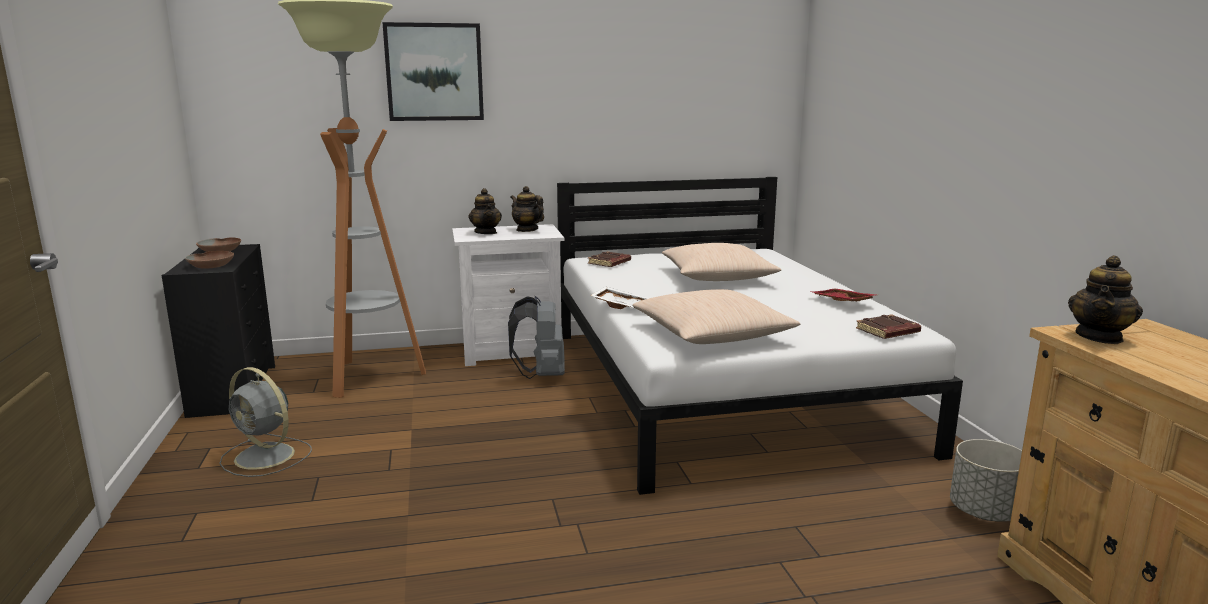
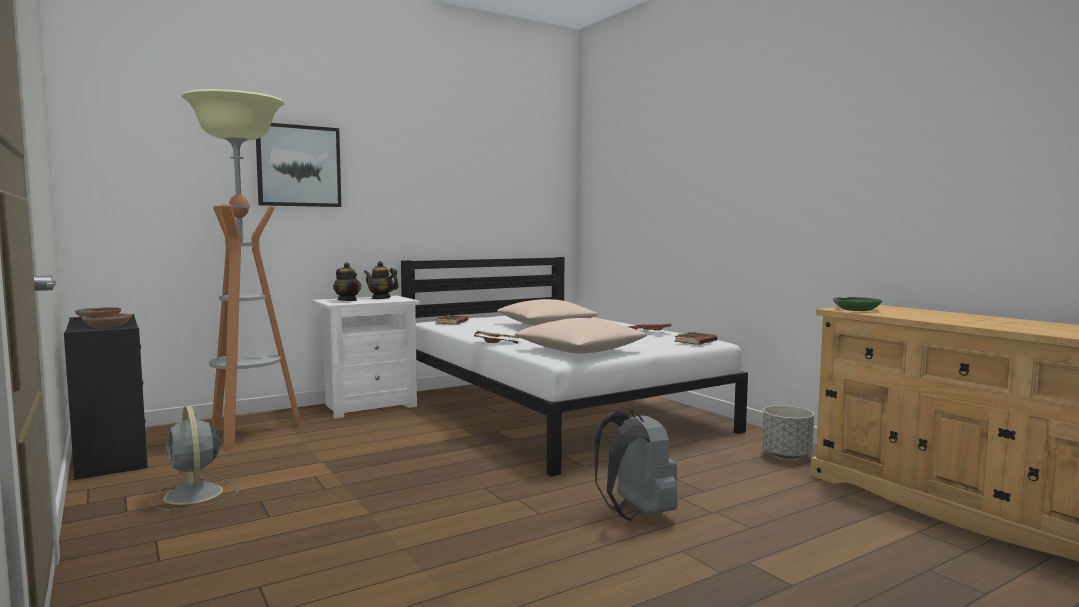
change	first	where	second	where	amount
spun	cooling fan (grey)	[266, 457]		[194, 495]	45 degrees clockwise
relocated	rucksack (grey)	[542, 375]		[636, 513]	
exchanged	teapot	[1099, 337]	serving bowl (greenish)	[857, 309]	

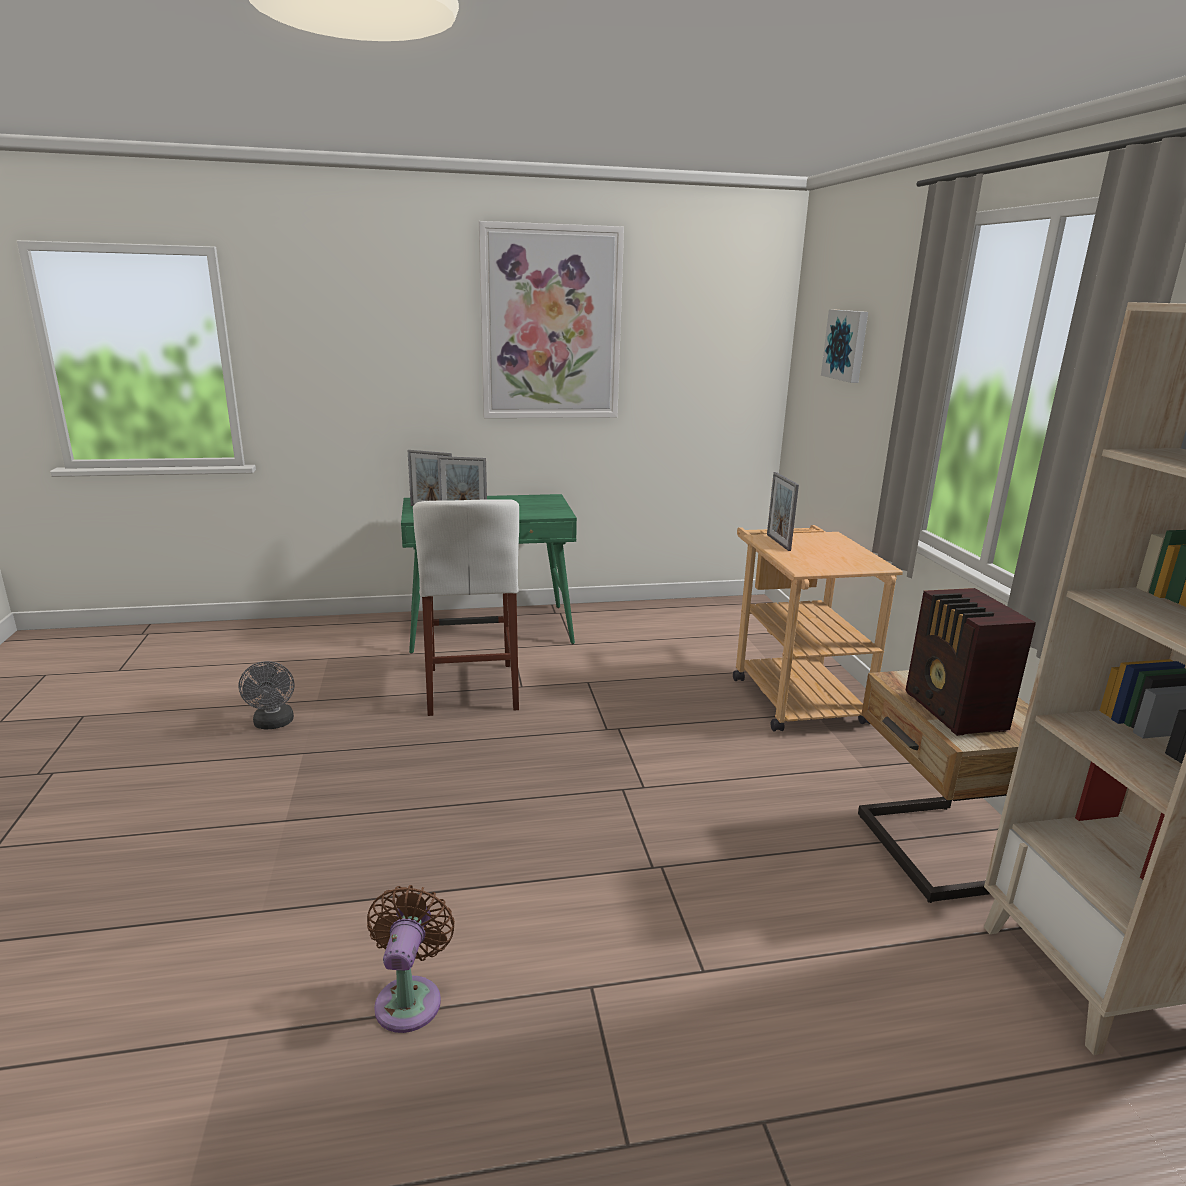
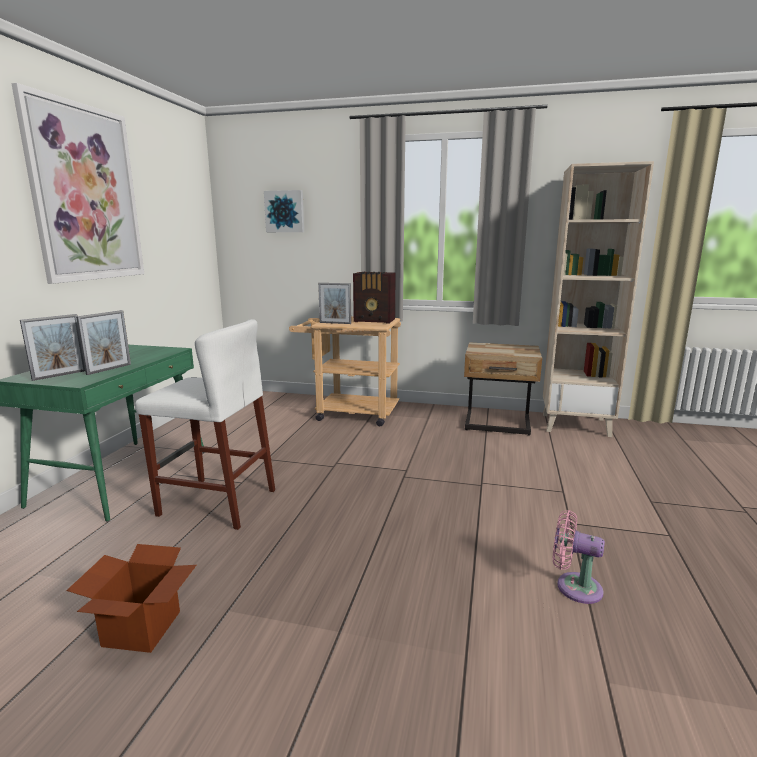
change	first	where	second	where	amount
exchanged	cooling fan (grey)	[273, 724]	carton	[142, 628]	
relocated	radio	[954, 712]		[375, 321]	
colour	cooling fan (brown)	[410, 998]	cooling fan (pinkish)	[574, 586]	

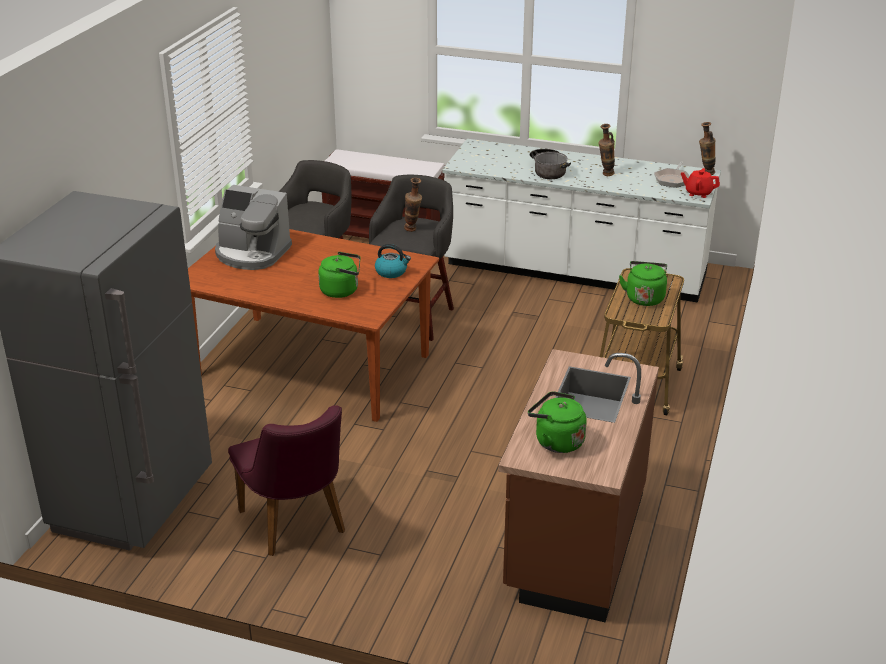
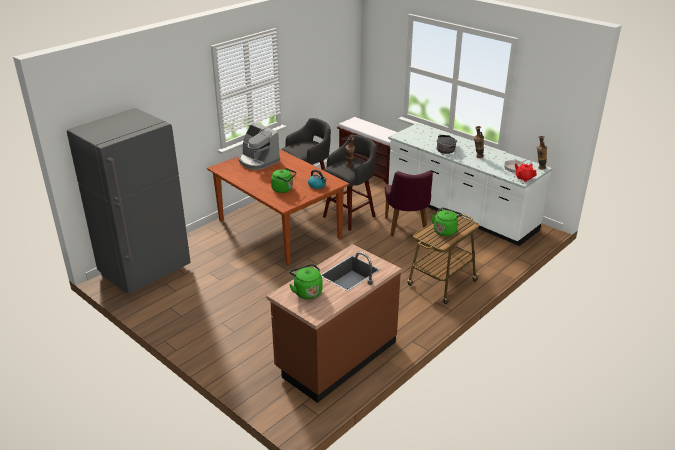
change	first	where	second	where	amount
relocated	plain chair (purple-coloured)	[297, 526]		[407, 228]	

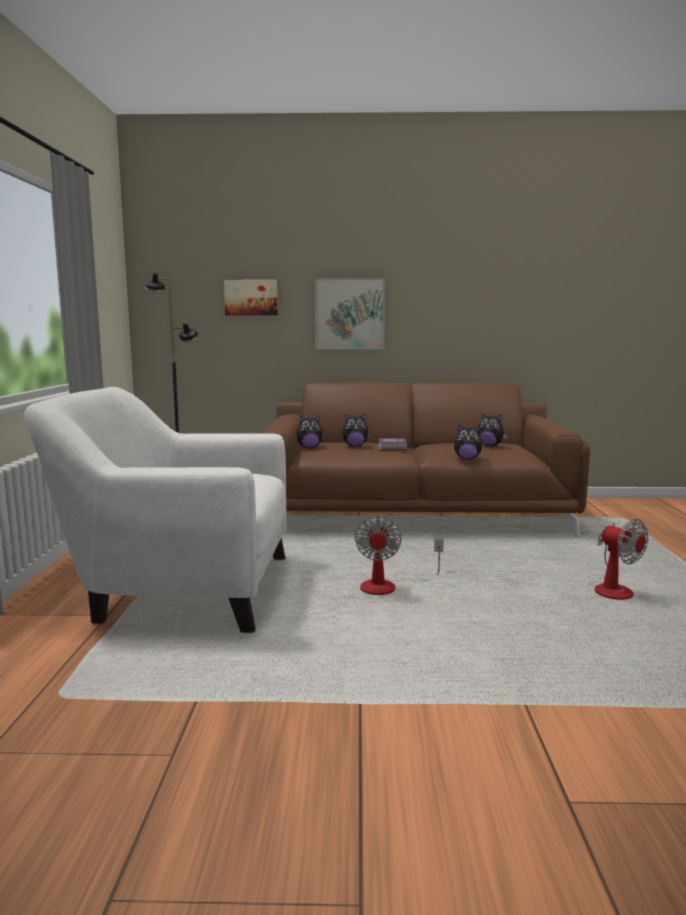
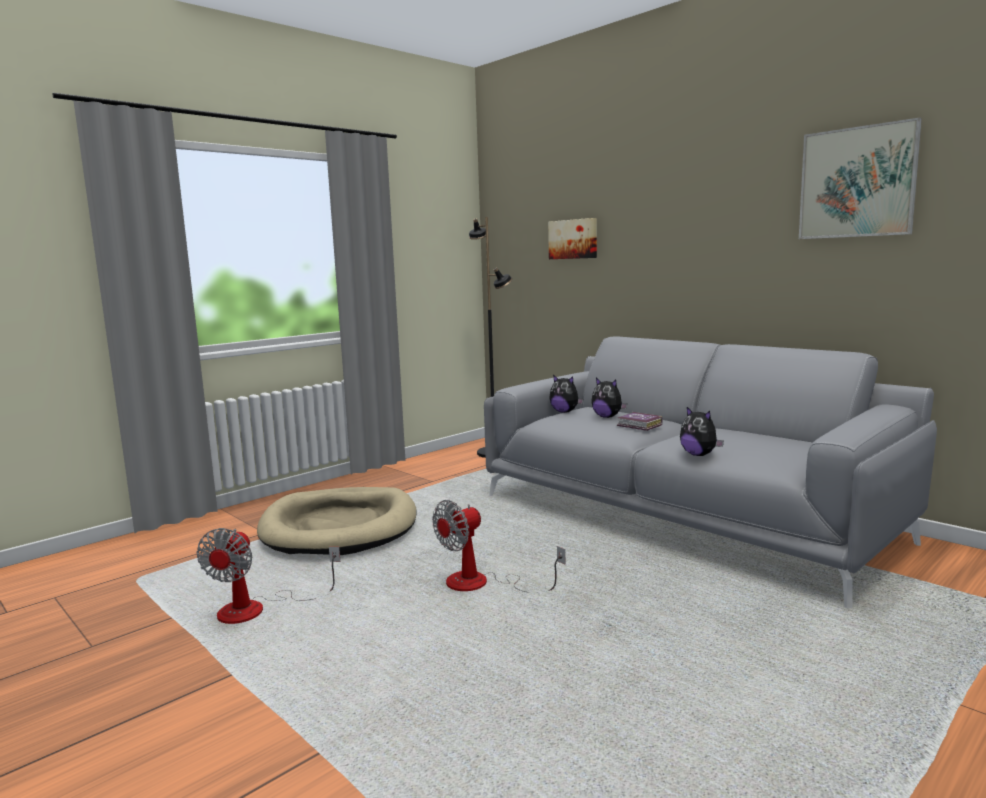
change	first	where	second	where	amount
relocated	cooling fan	[611, 588]		[258, 609]	
exchanged	lounge chair (whitish)	[178, 588]	dog cushion (sand-coloured)	[340, 527]	
colour	couch (brown)	[412, 515]	couch (grey)	[683, 516]	
relocated	picture	[349, 314]		[857, 182]	
missing	cuddly toy	[490, 445]			

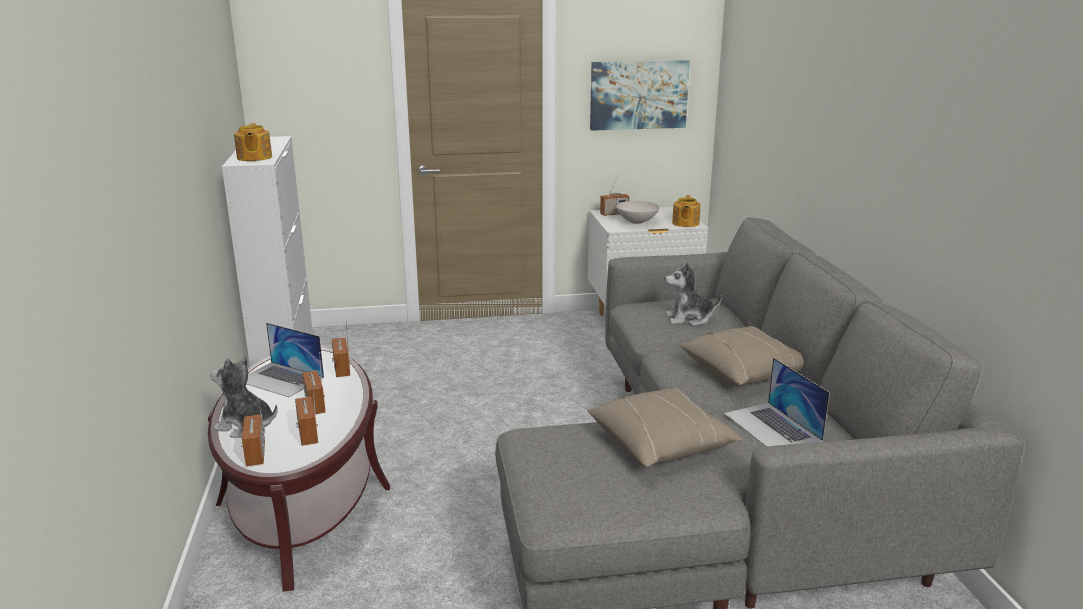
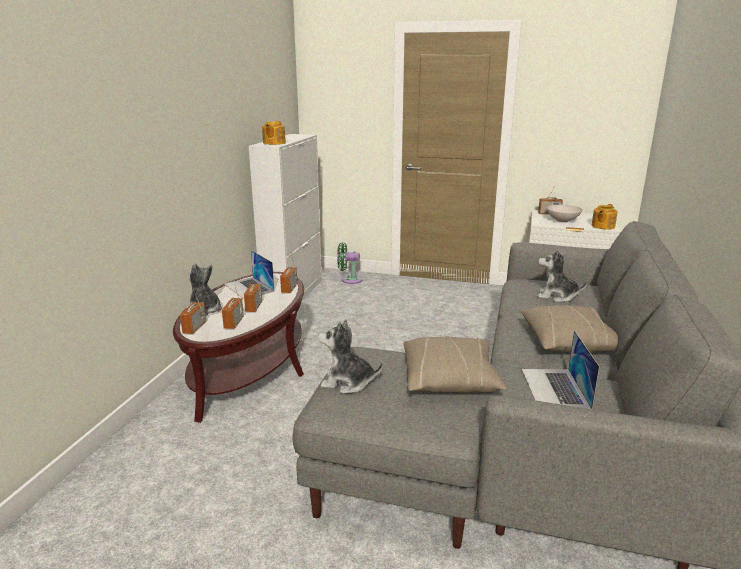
change	first	where	second	where	amount
appeared			cuddly toy	[347, 383]	
appeared			cooling fan (greenish)	[349, 280]	
missing	picture	[638, 95]			

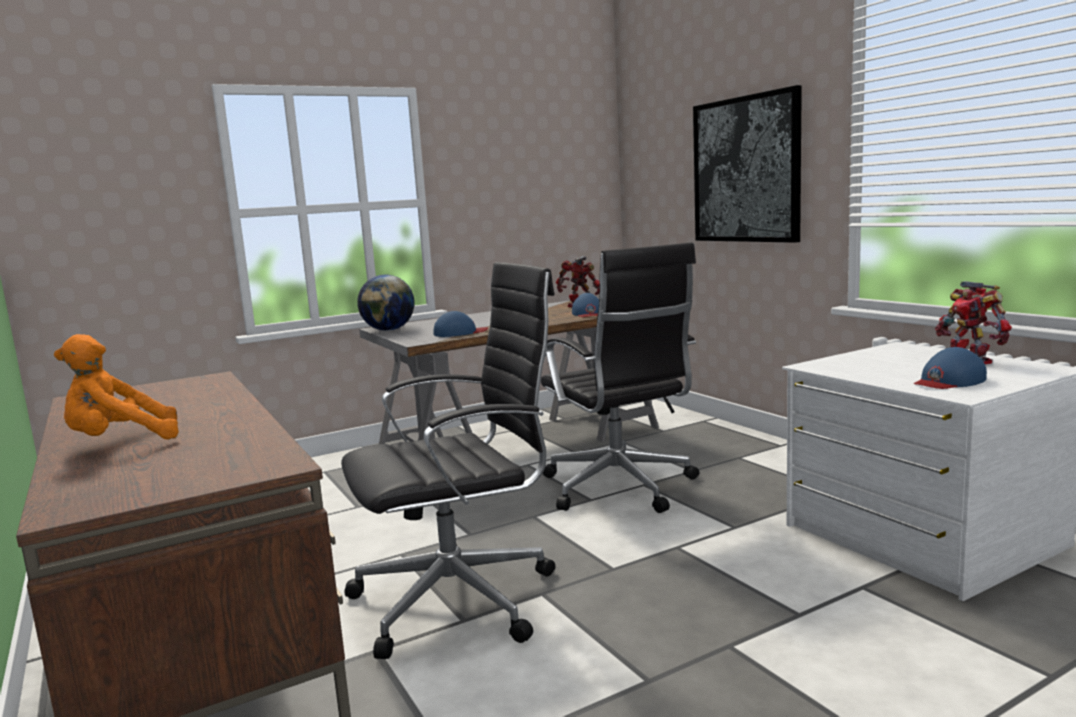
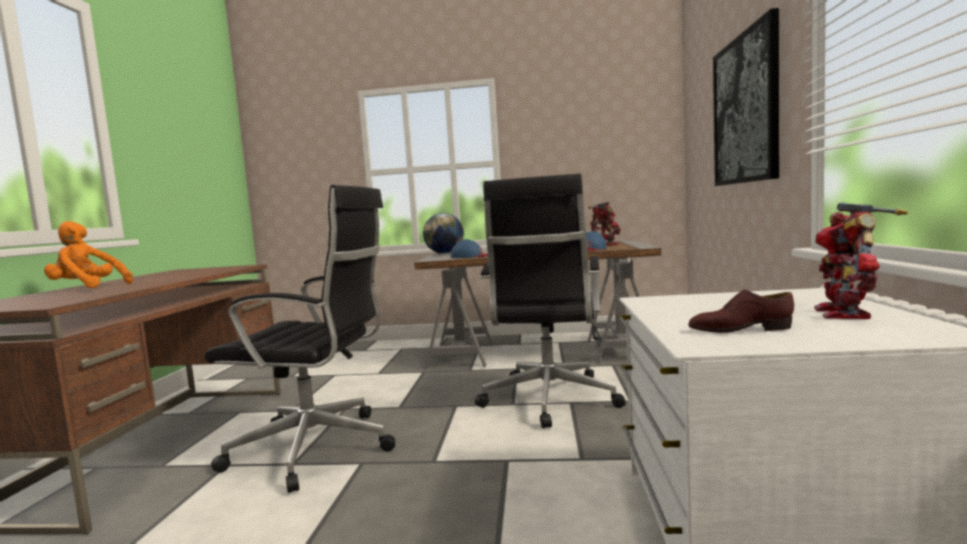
change	first	where	second	where	amount
exchanged	baseball cap (blue)	[949, 381]	item of footwear (brown)	[739, 329]	

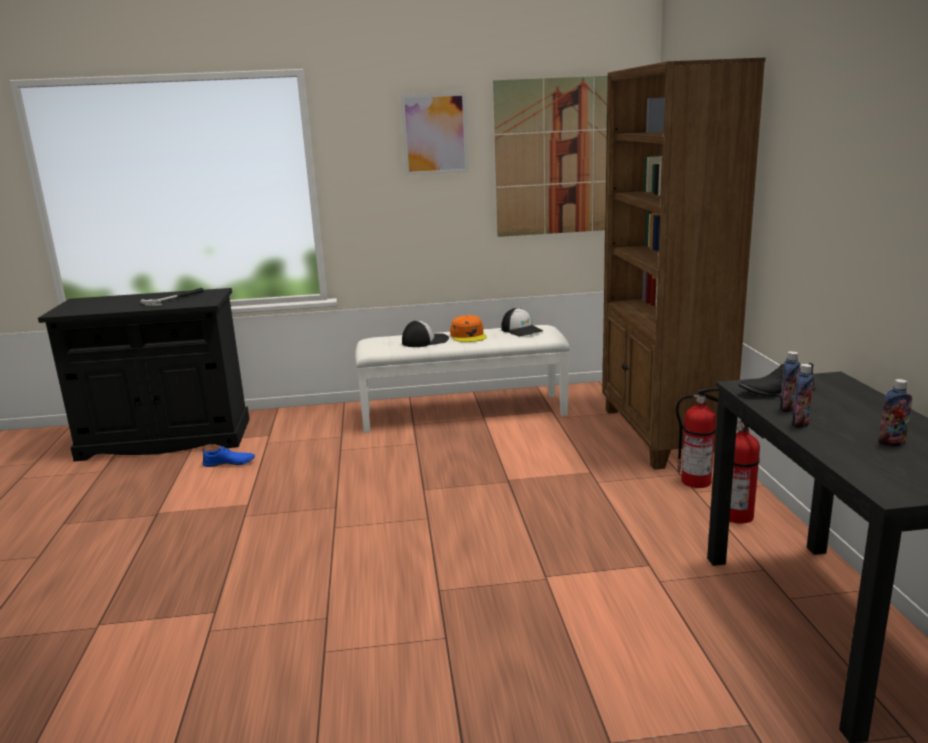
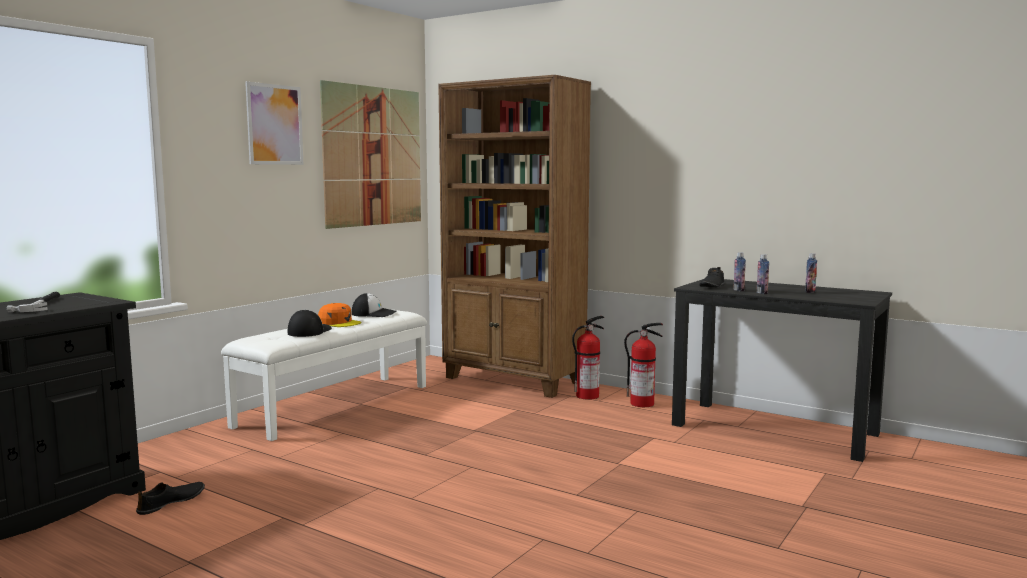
change	first	where	second	where	amount
colour	item of footwear (blue)	[229, 463]	item of footwear (black-coloured)	[171, 503]	

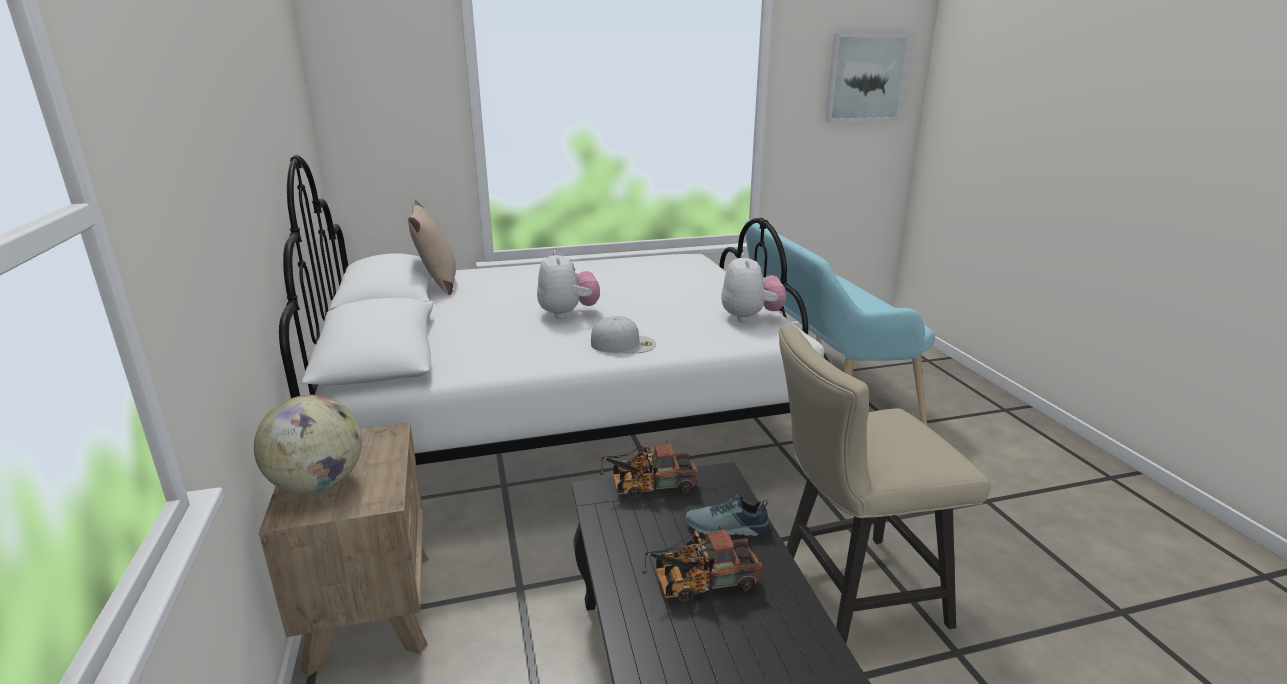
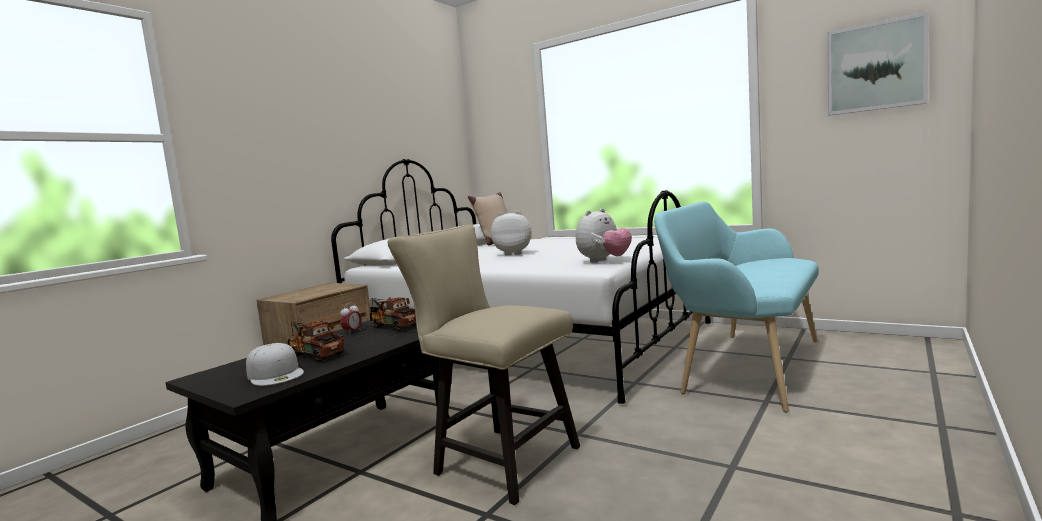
change	first	where	second	where	amount
relocated	baseball cap (whitish)	[624, 344]		[276, 374]	
appeared			bedside clock	[352, 332]	
spun	cuddly toy	[568, 314]		[513, 253]	120 degrees counterclockwise
missing	globe	[318, 484]			
missing	item of footwear	[727, 528]			

